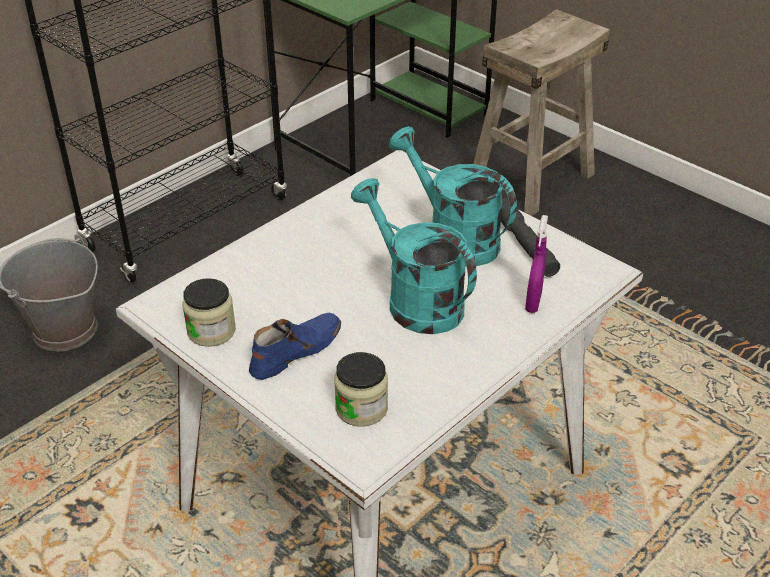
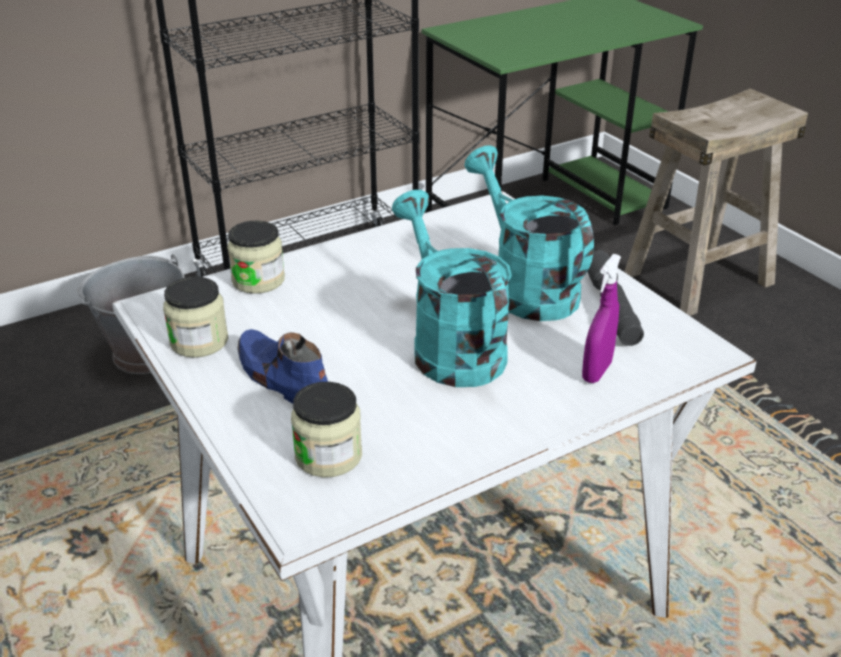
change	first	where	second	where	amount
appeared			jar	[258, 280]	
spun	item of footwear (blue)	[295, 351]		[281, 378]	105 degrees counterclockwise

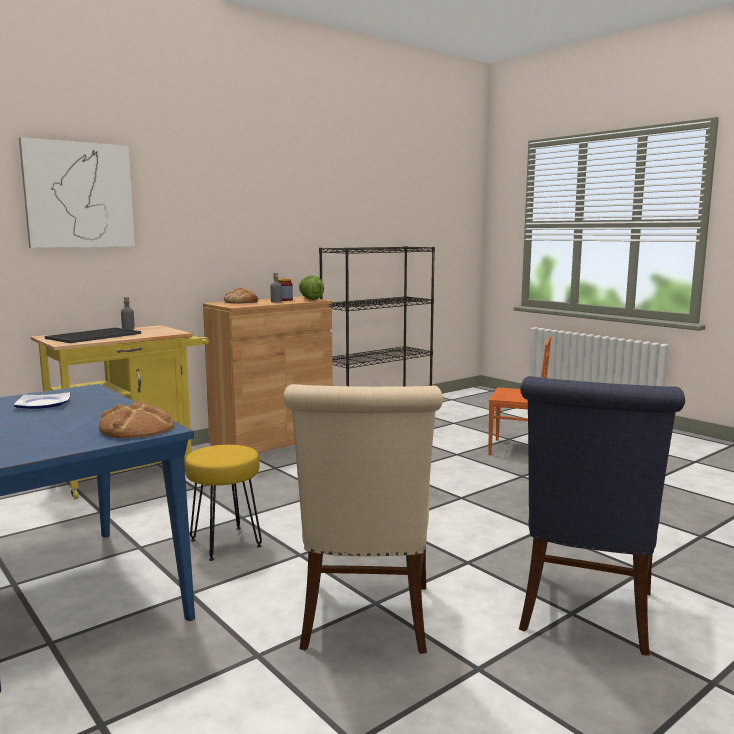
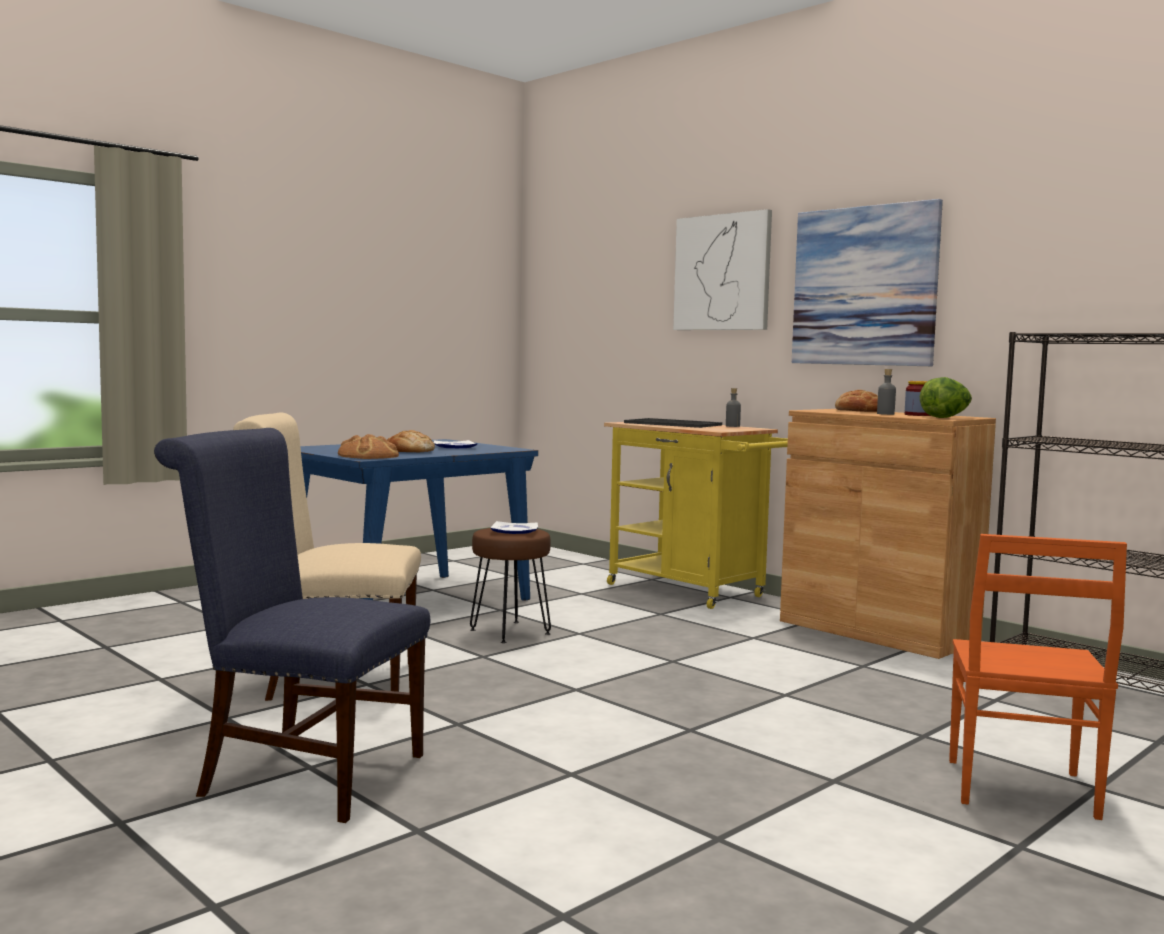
change	first	where	second	where	amount
appeared			baked bread	[409, 451]	
colour	stool seat (yellow)	[226, 543]	stool seat (brown)	[509, 632]	
appeared			dinner plate	[515, 531]	
appeared			picture	[864, 286]	

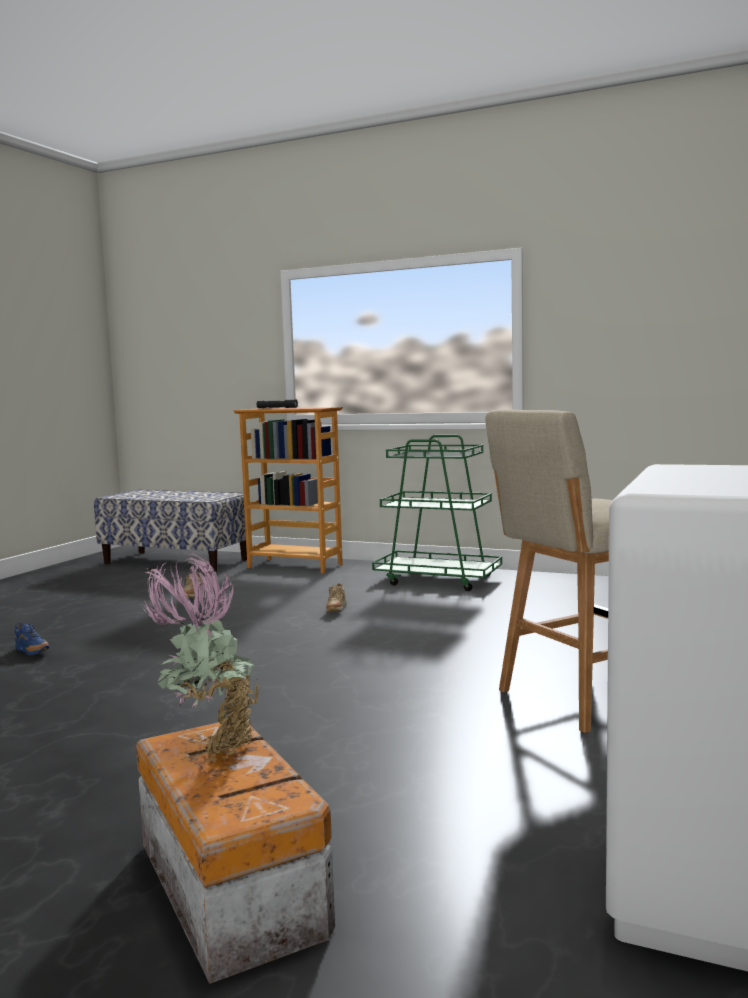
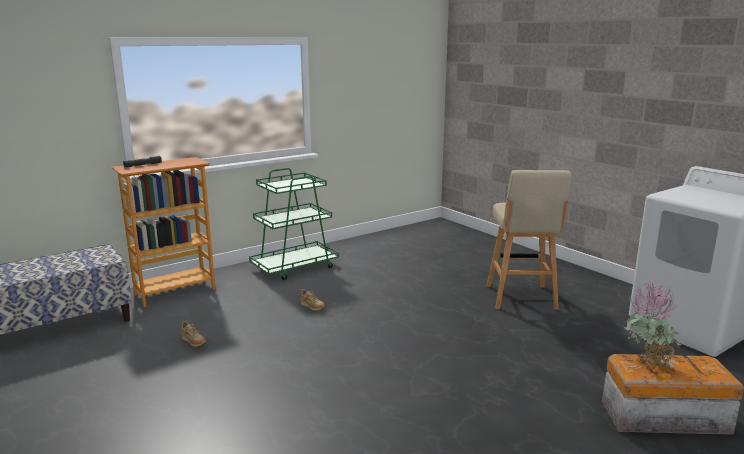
change	first	where	second	where	amount
missing	item of footwear (blue)	[32, 652]			

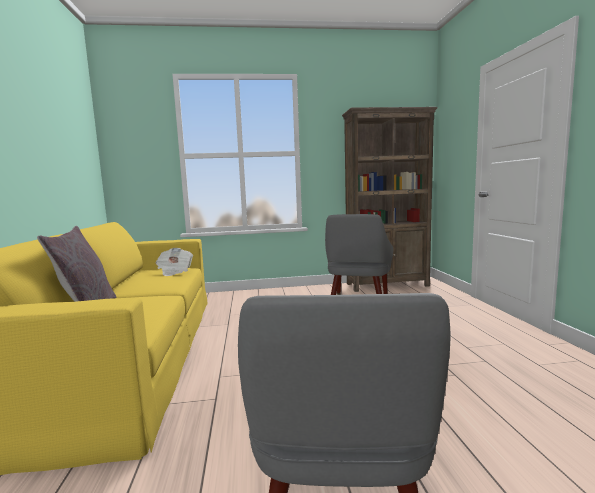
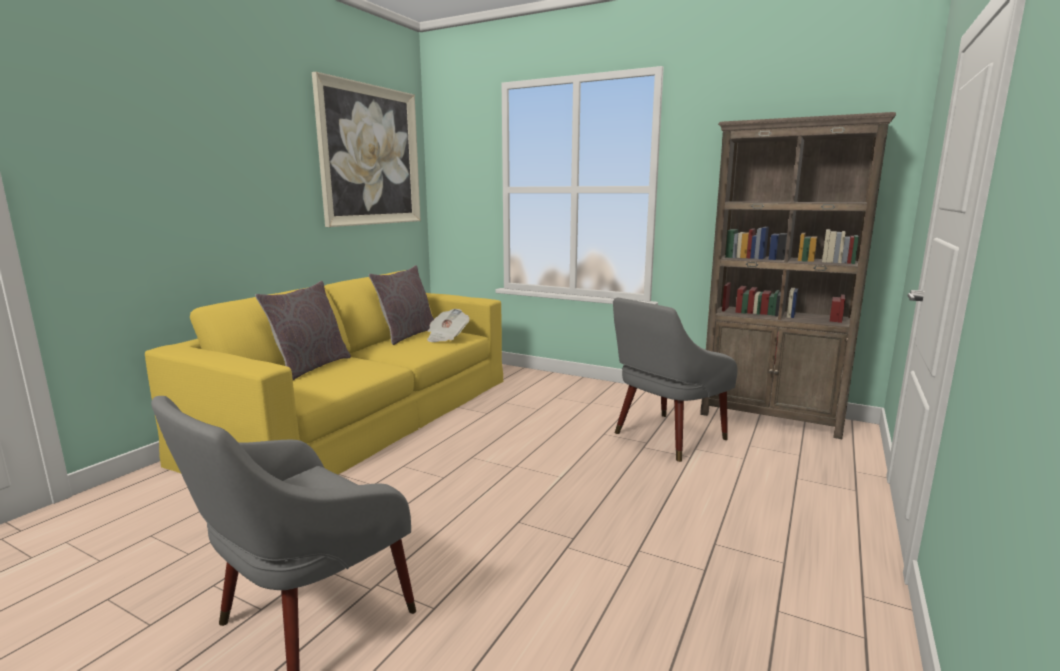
change	first	where	second	where	amount
appeared			picture	[370, 156]	
appeared			pillow (grey)	[407, 335]	

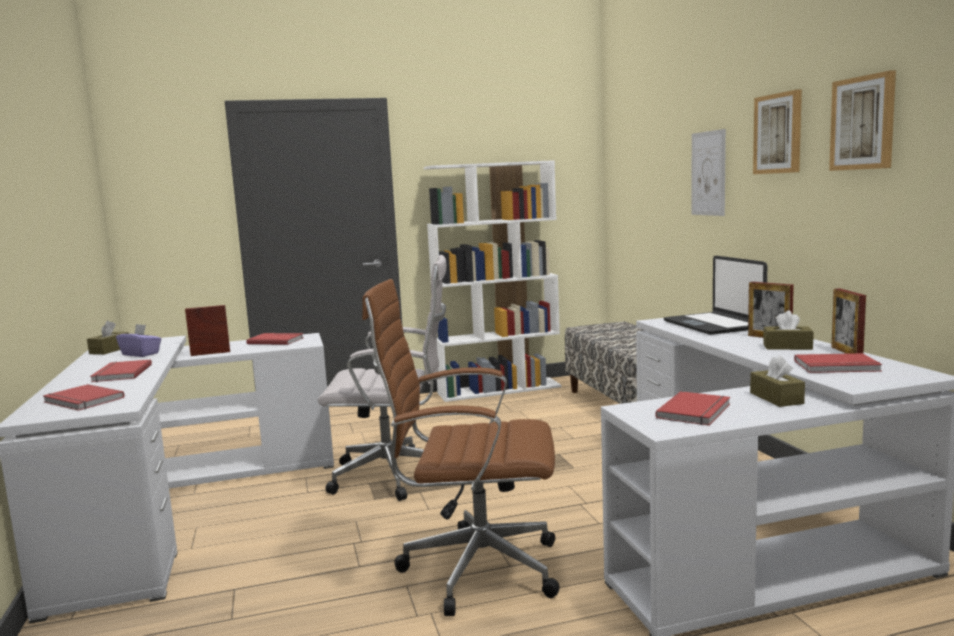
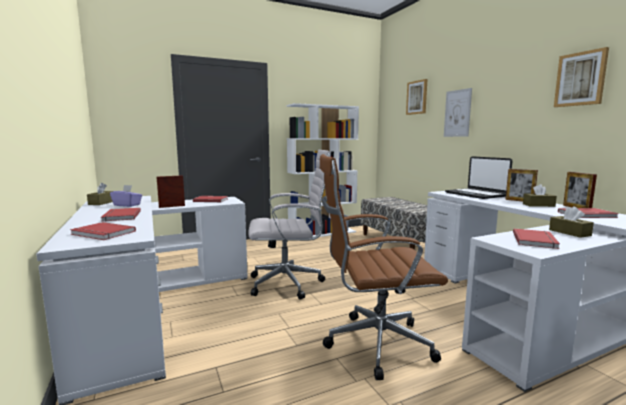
change	first	where	second	where	amount
relocated	picture	[778, 133]		[417, 97]	

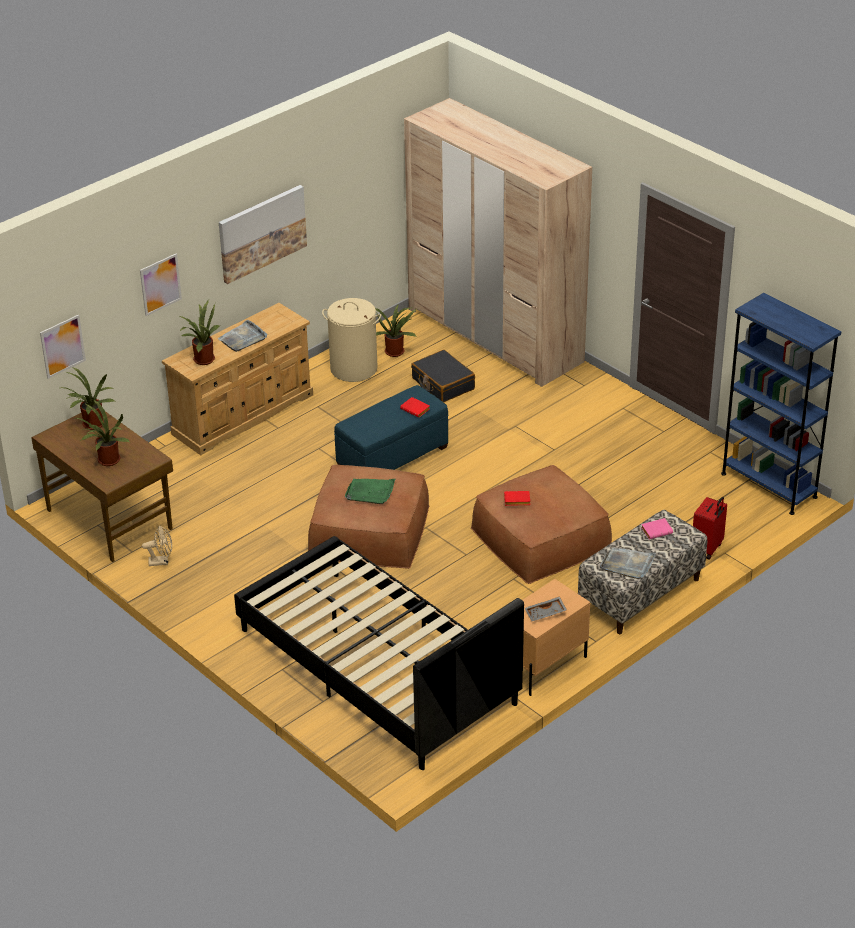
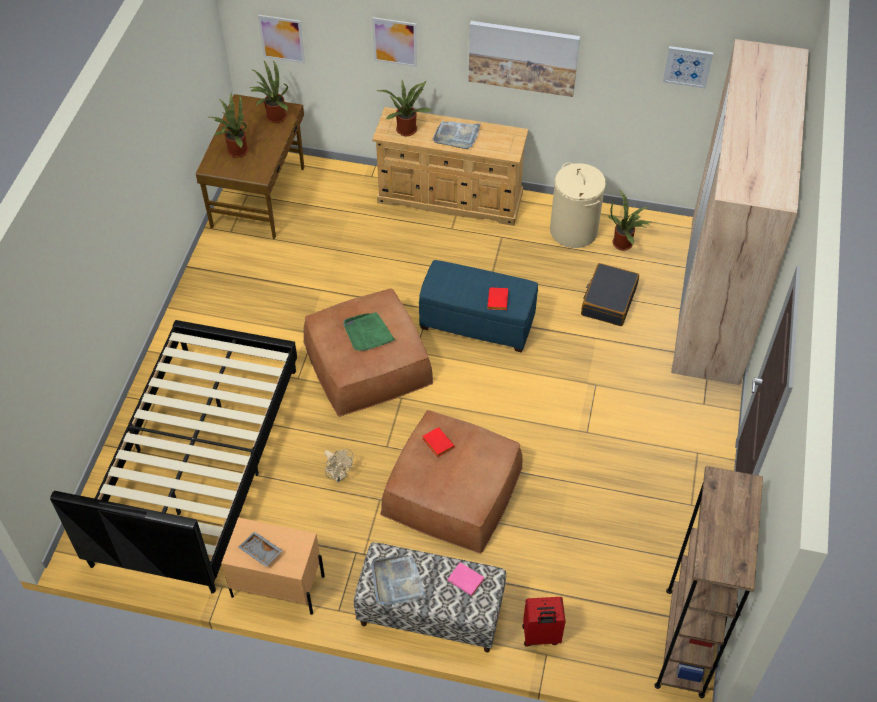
change	first	where	second	where	amount
relocated	cooling fan (sand-coloured)	[161, 561]		[338, 475]	
colour	bookshelf (blue)	[769, 485]	bookshelf (brown)	[685, 641]	
appeared			picture	[687, 66]	

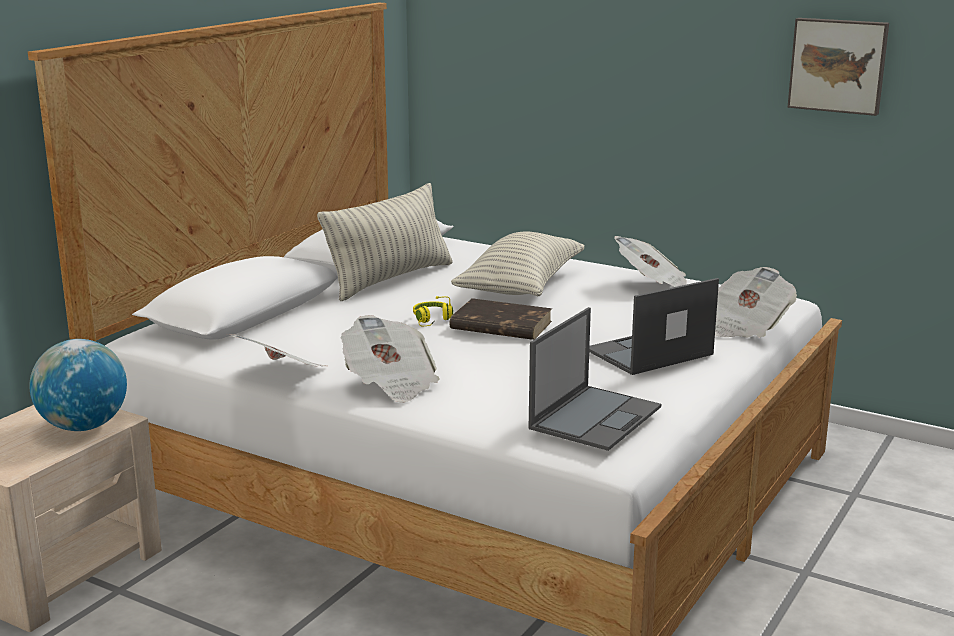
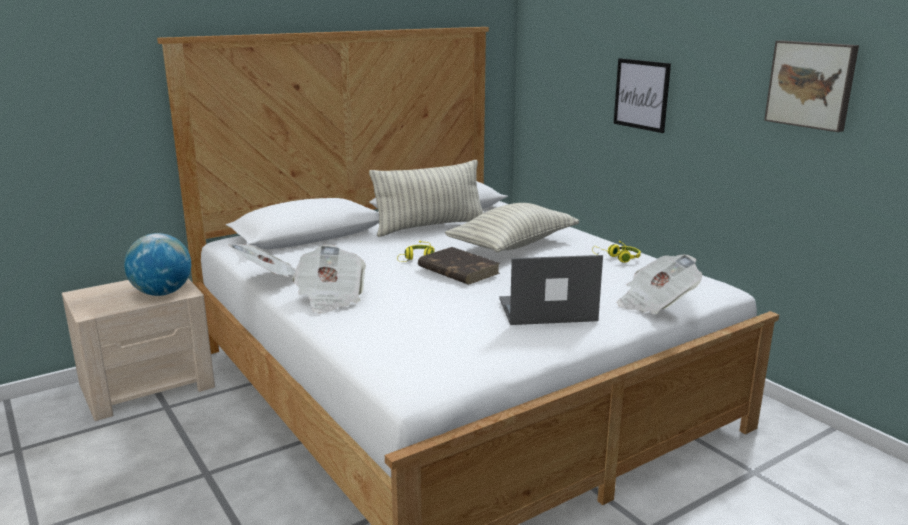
change	first	where	second	where	amount
exchanged	daily paper	[653, 284]	pair of headphones (yellow)	[618, 258]	
appeared			picture	[641, 94]	
missing	notebook computer	[596, 417]			

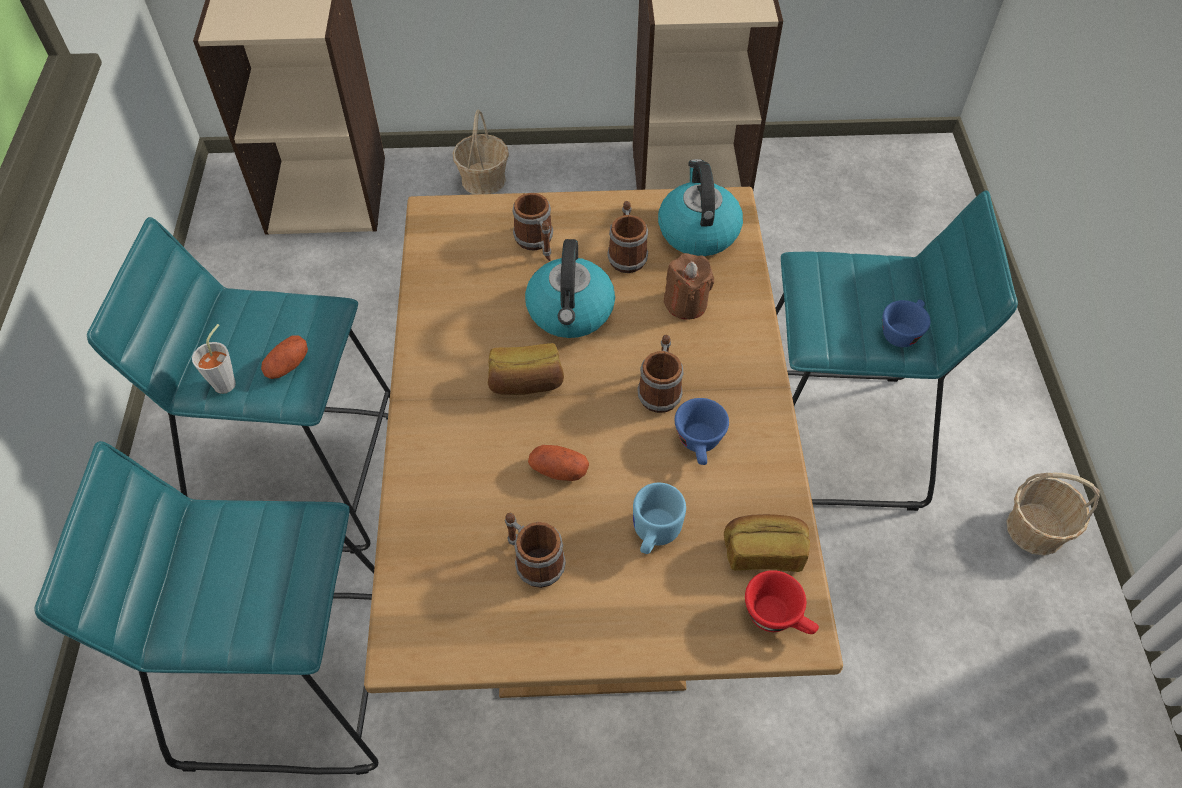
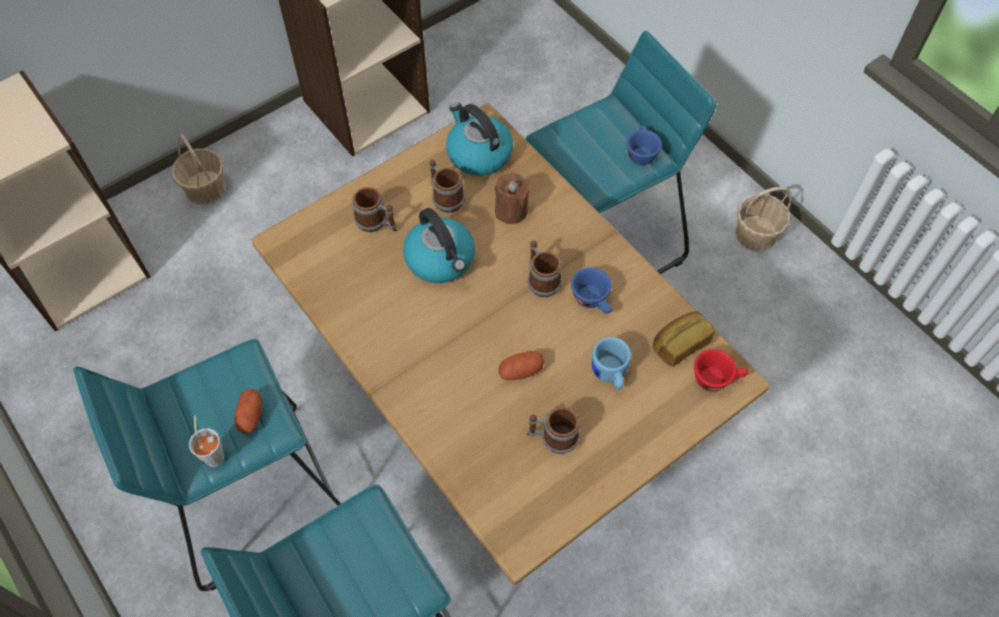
change	first	where	second	where	amount
missing	baked bread	[526, 383]			

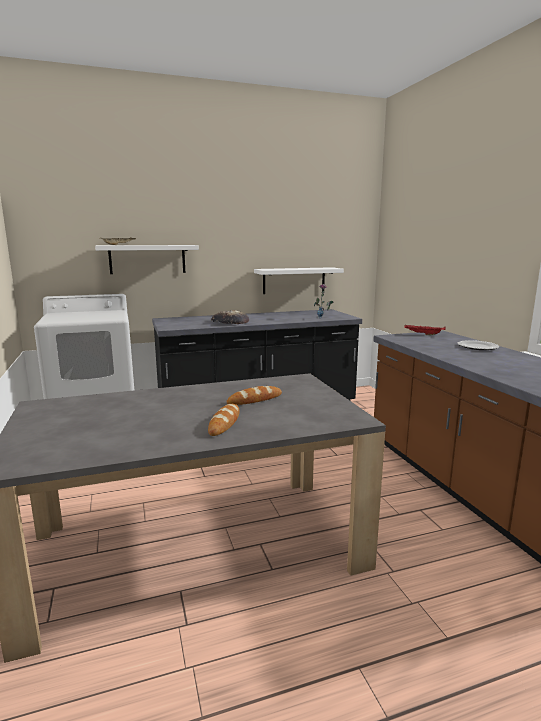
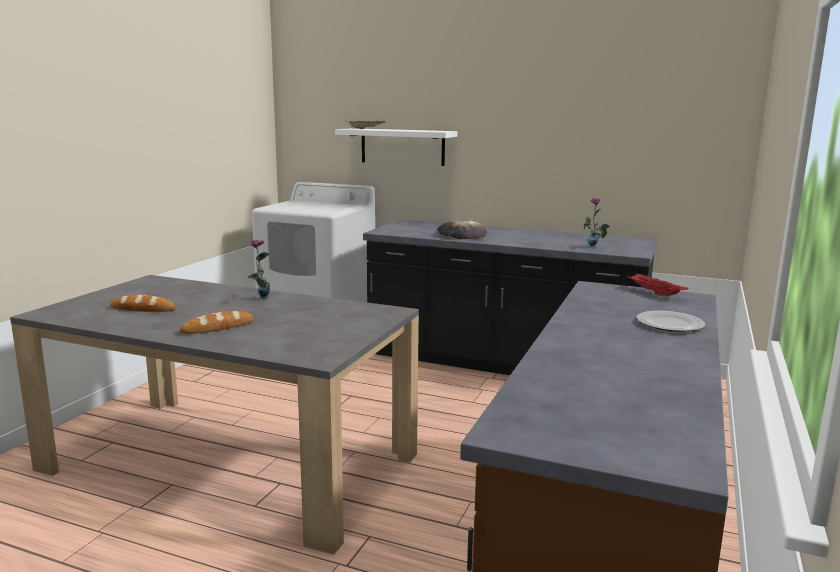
change	first	where	second	where	amount
relocated	baked bread	[255, 399]		[143, 309]	
appeared			flower vase	[260, 300]	
missing	wall shelf (whitish)	[294, 280]			

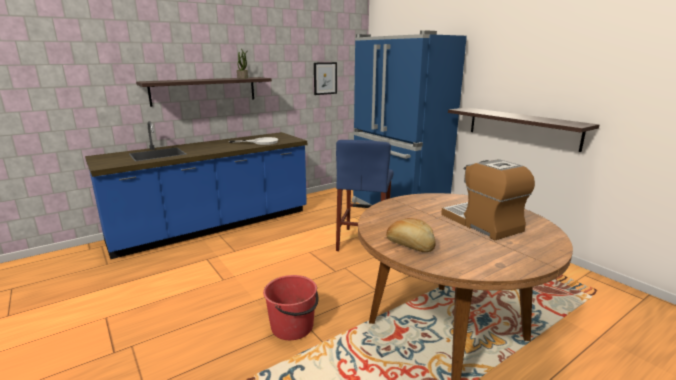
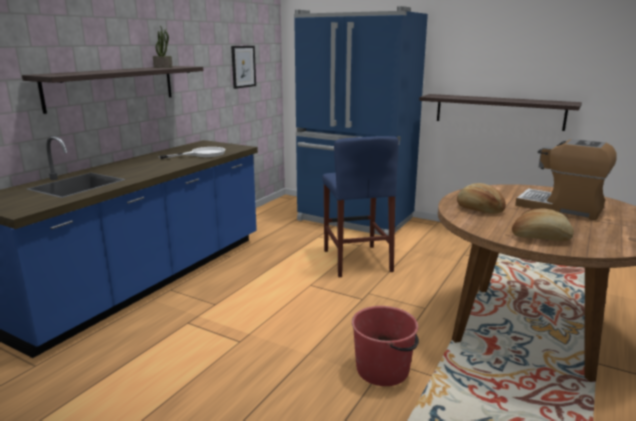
change	first	where	second	where	amount
appeared			baked bread	[479, 209]	

